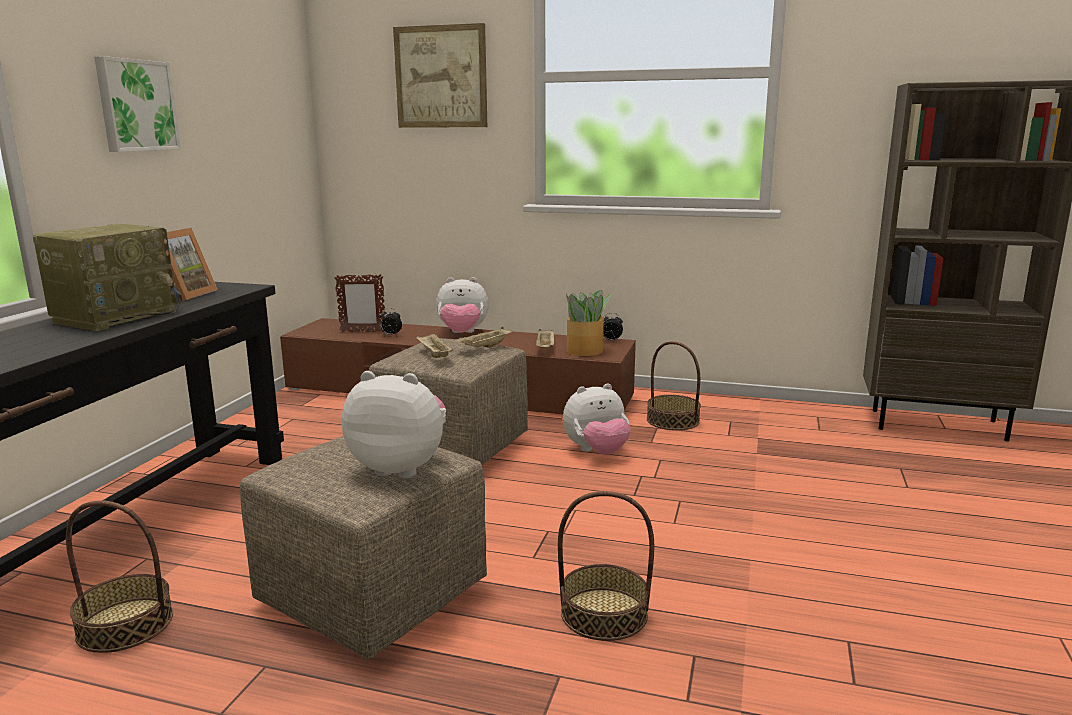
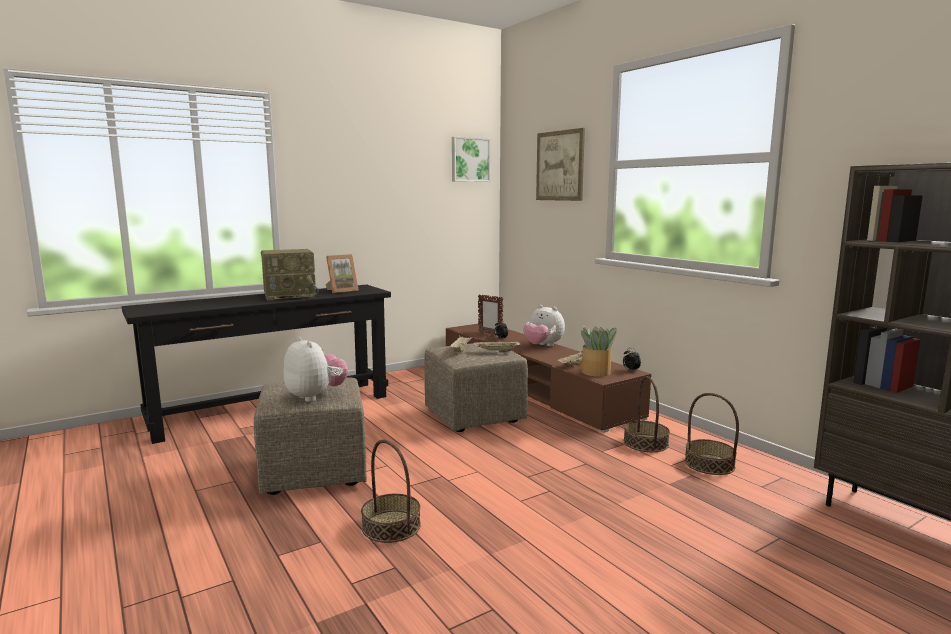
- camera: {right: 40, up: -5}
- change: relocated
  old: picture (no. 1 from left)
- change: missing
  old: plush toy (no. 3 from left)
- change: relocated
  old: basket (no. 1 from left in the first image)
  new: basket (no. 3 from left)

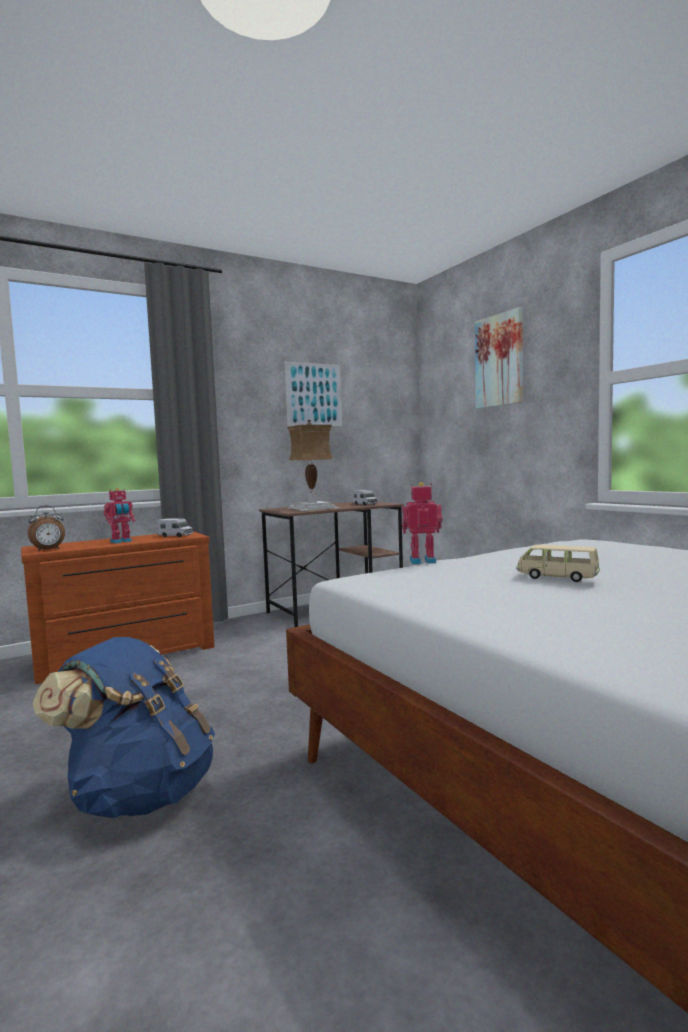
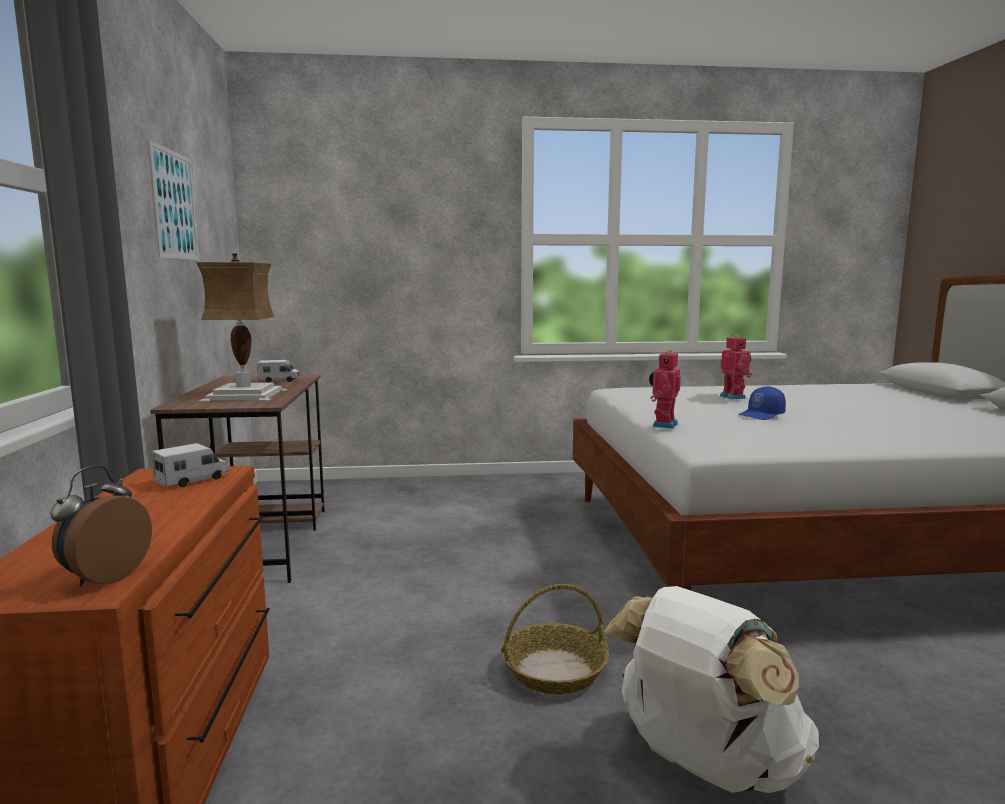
- camera: {right: -65, up: 5}
- change: missing
  old: picture (no. 2 from left)
- change: relocated
  old: toy robot (no. 1 from left in the first image)
  new: toy robot (no. 2 from left)
- change: spun
  old: alarm clock
  degrees: -150
- change: exchanged
  old: toy car (beige)
  new: cap (blue)
- change: colour
  old: backpack (blue)
  new: backpack (white)
- change: appeared
  new: basket

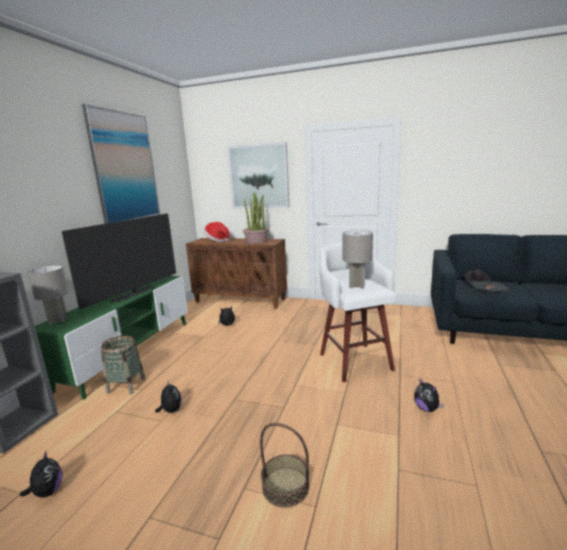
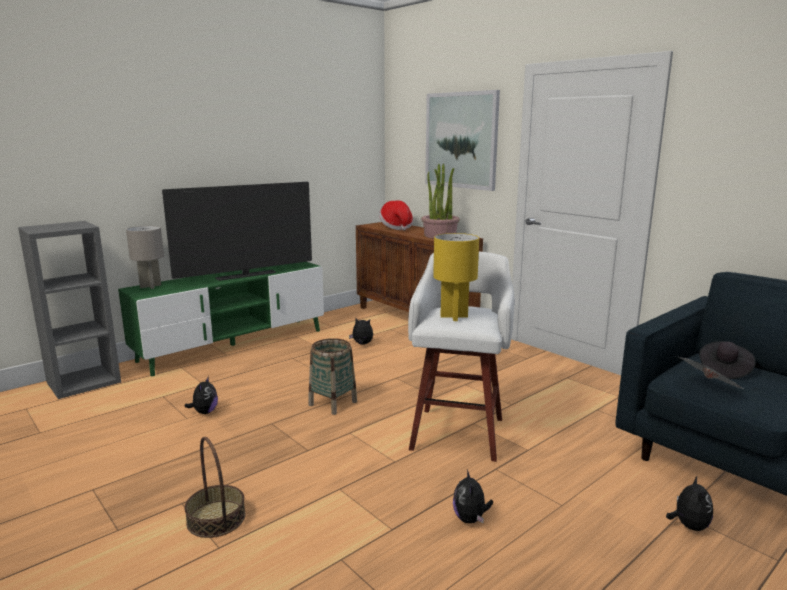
- camera: {right: 30, up: 0}
- change: missing
  old: picture (no. 1 from left)
- change: colour
  old: table lamp (grey) (no. 2 from left)
  new: table lamp (yellow)
- change: relocated
  old: basket (no. 1 from left in the first image)
  new: basket (no. 2 from left)
- change: relocated
  old: plush toy (no. 1 from left in the first image)
  new: plush toy (no. 4 from left)

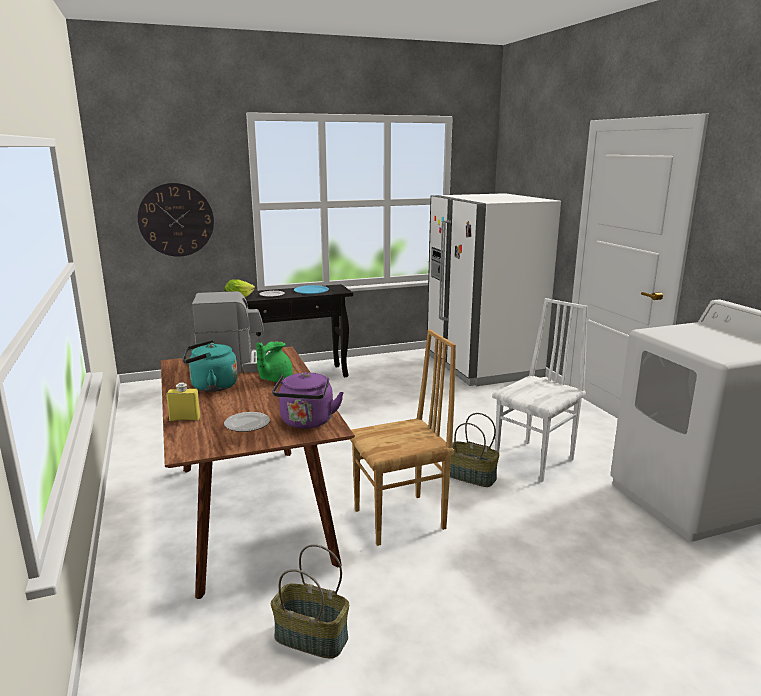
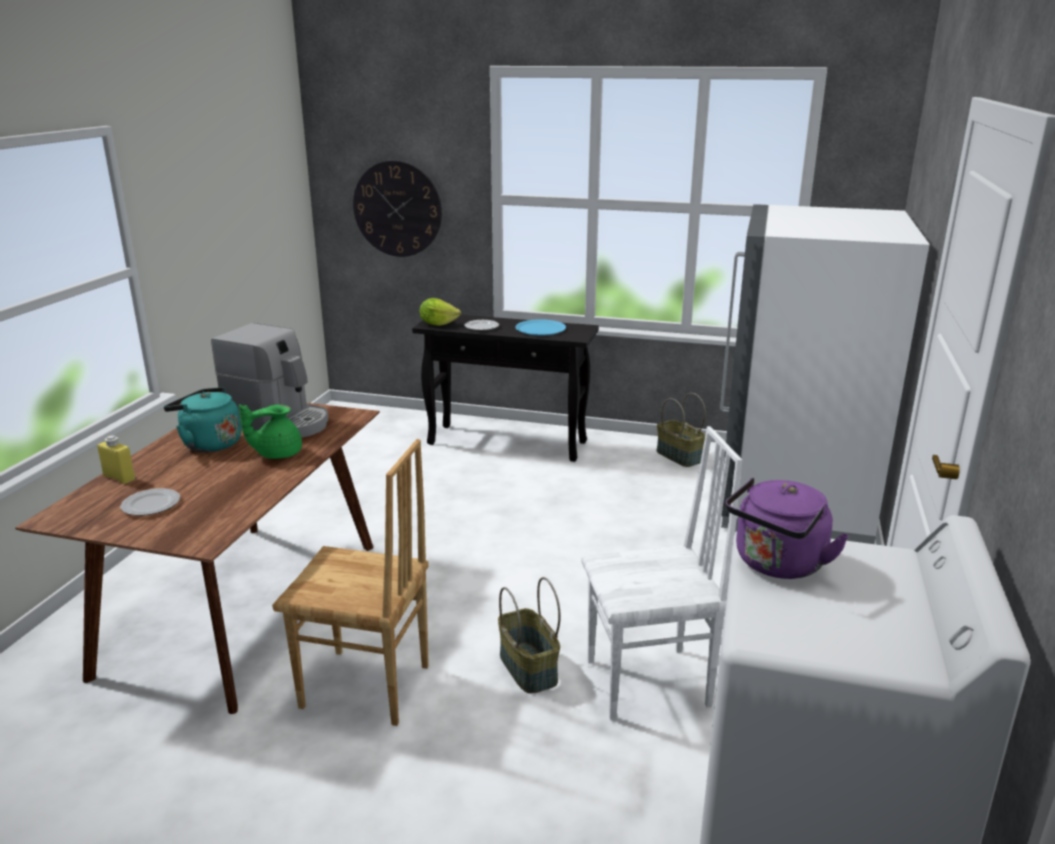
- camera: {right: 35, up: 5}
- change: relocated
  old: kettle (purple)
- change: relocated
  old: basket (no. 1 from left in the first image)
  new: basket (no. 2 from left)

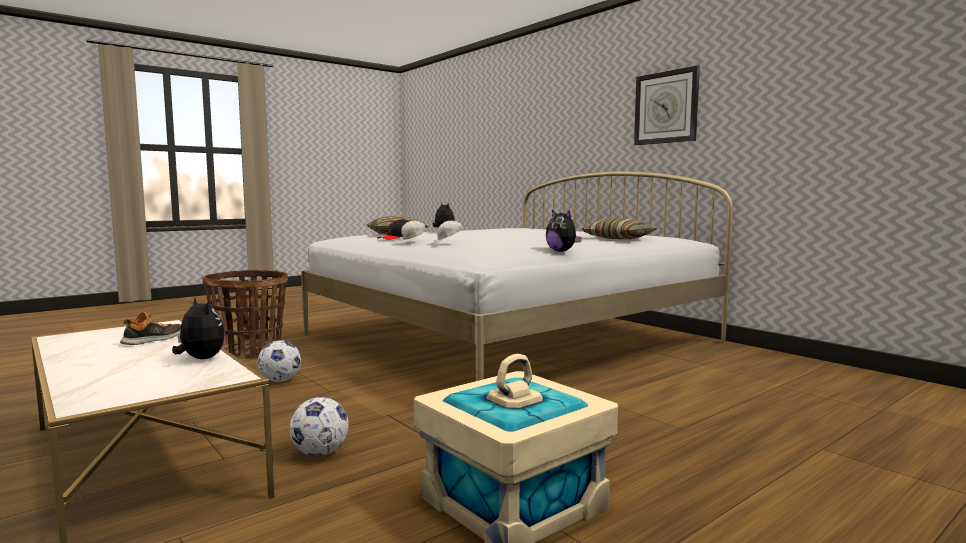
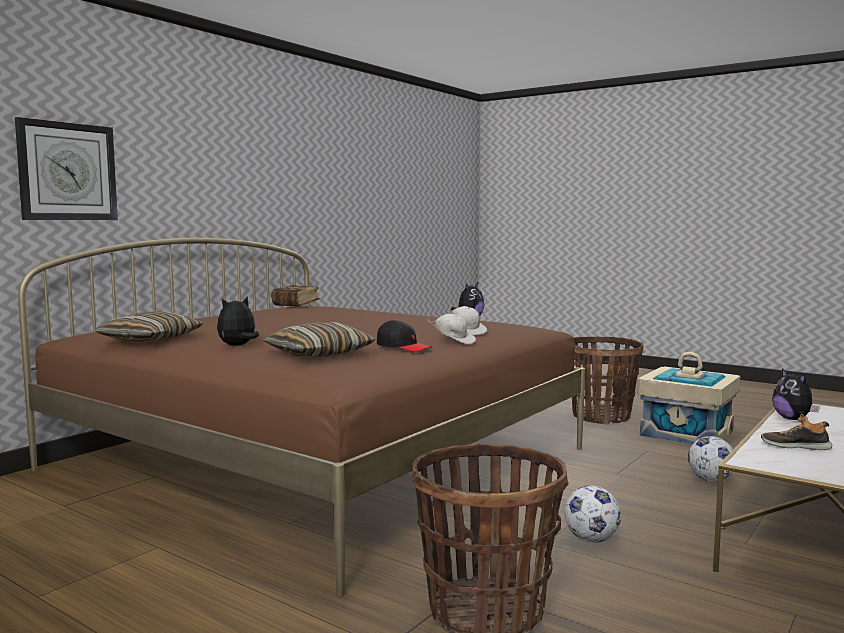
- camera: {right: -105, up: 0}
- change: relocated
  old: wall clock
- change: colour
  old: bed (white)
  new: bed (brown)
- change: relocated
  old: pillow (no. 2 from left in the first image)
  new: pillow (no. 1 from left)
- change: spun
  old: plush toy (no. 1 from left in the first image)
  degrees: -45
- change: appeared
  new: book
- change: appeared
  new: basket (no. 2 from left)

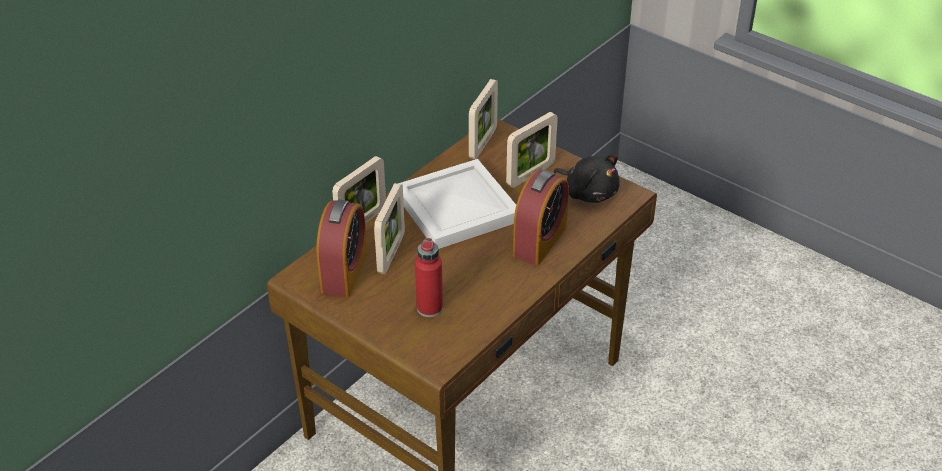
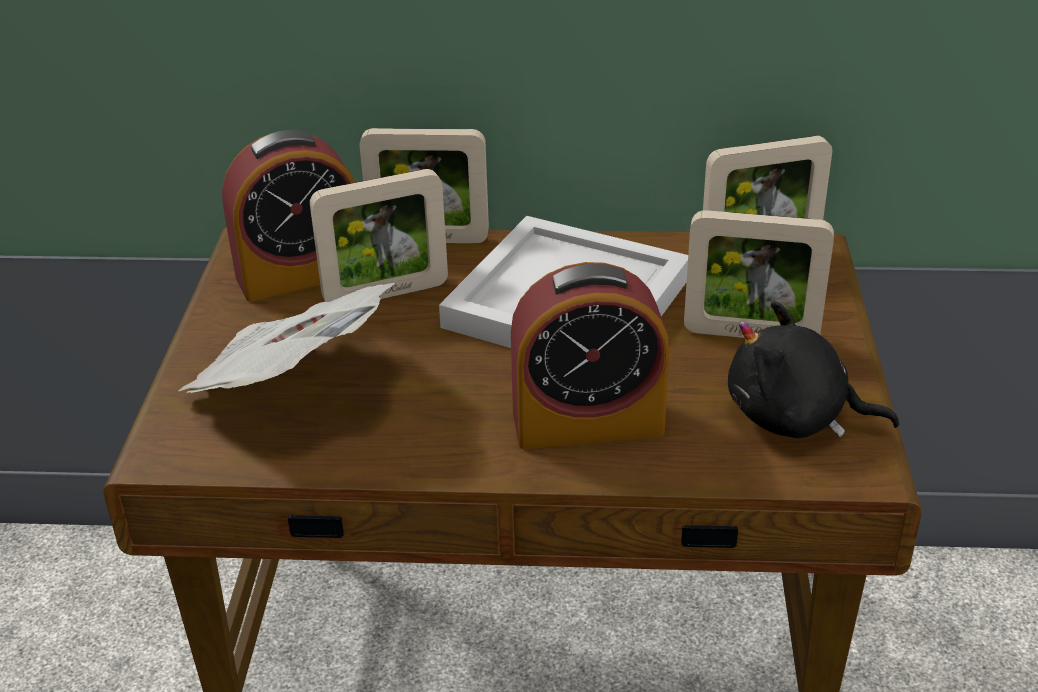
- camera: {right: 55, up: -5}
- change: spun
  old: plush toy (black)
  degrees: 105
- change: exchanged
  old: bottle (red)
  new: newspaper

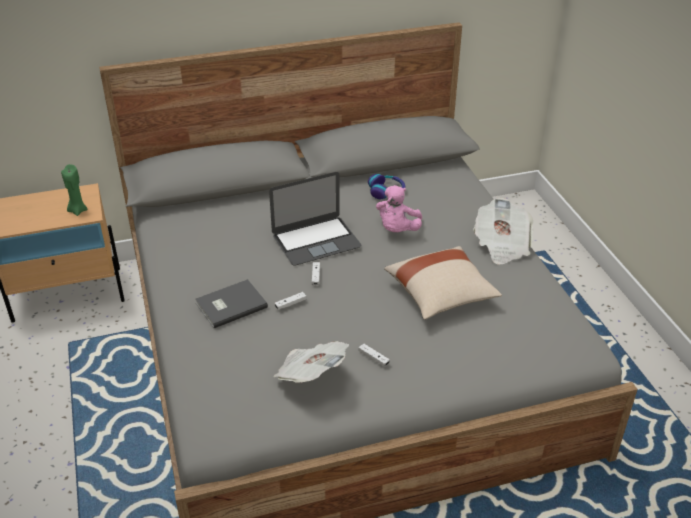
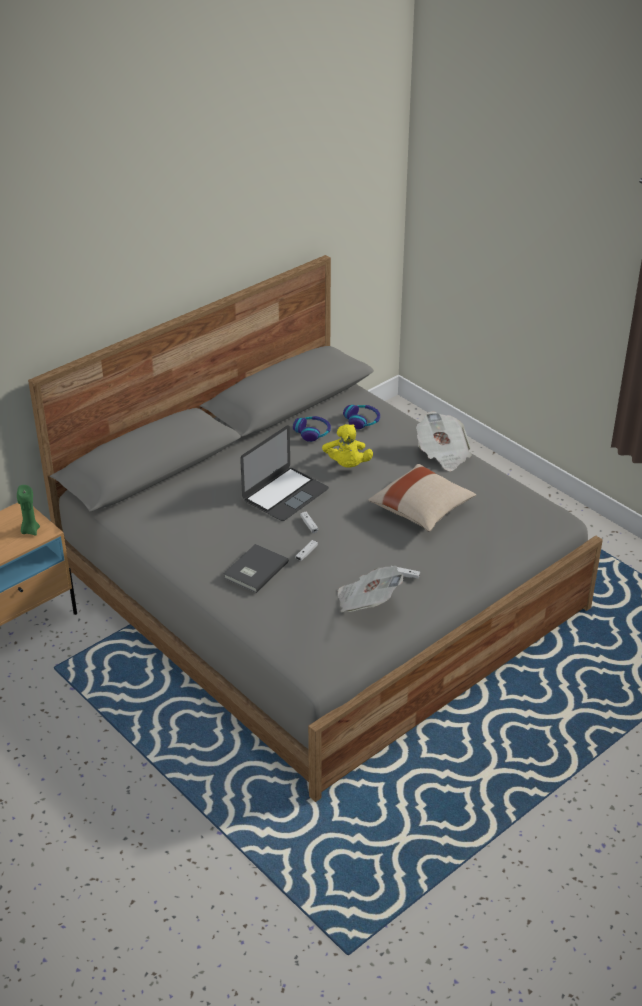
- camera: {right: -25, up: 0}
- change: colour
  old: plush toy (pink)
  new: plush toy (yellow)
- change: appeared
  new: headphones (no. 2 from left)

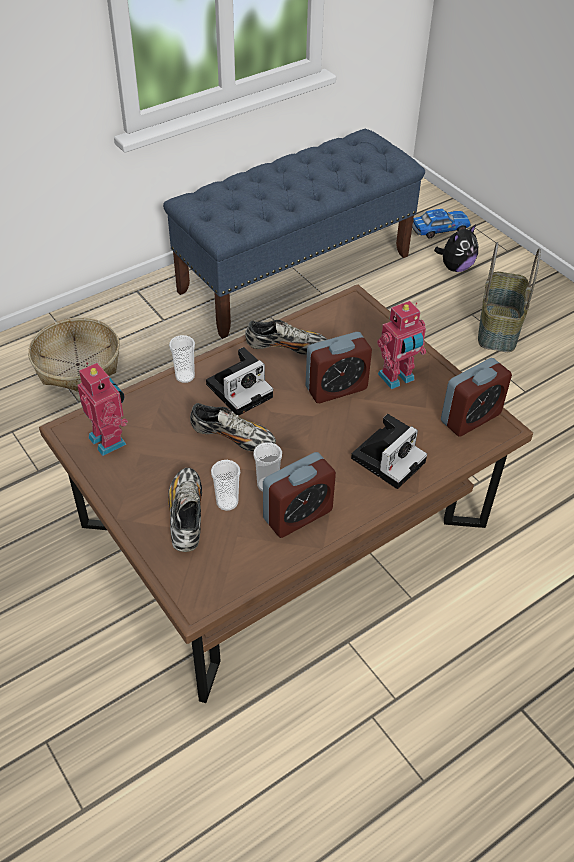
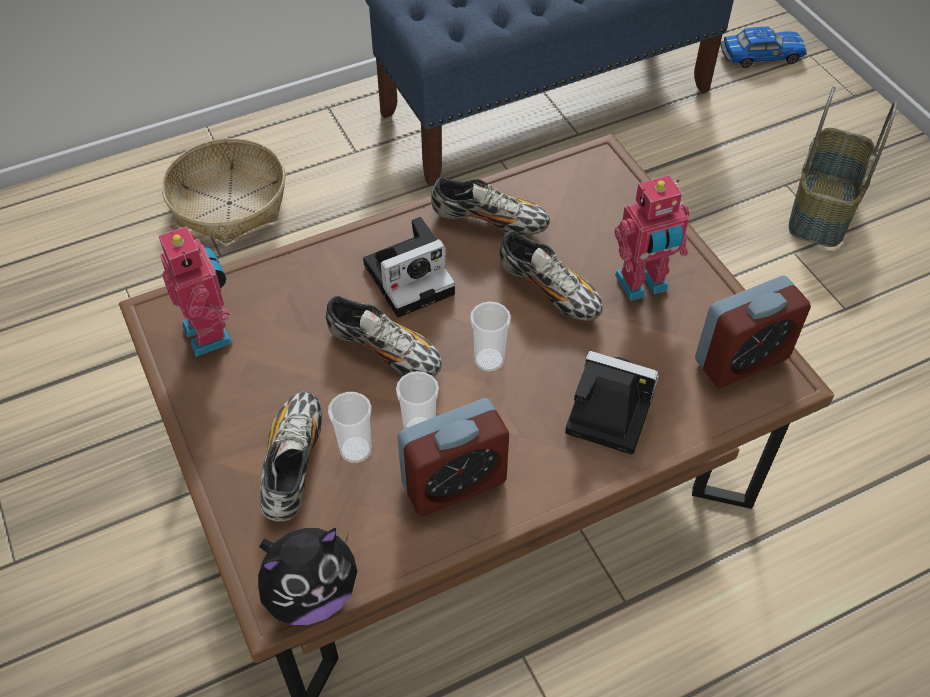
- camera: {right: 10, up: 5}
- change: relocated
  old: plush toy
- change: exchanged
  old: alarm clock (no. 2 from left)
  new: shoe (no. 4 from left)
- change: relocated
  old: cup (no. 1 from left in the first image)
  new: cup (no. 3 from left)
- change: spun
  old: photo camera (no. 2 from left)
  degrees: -120

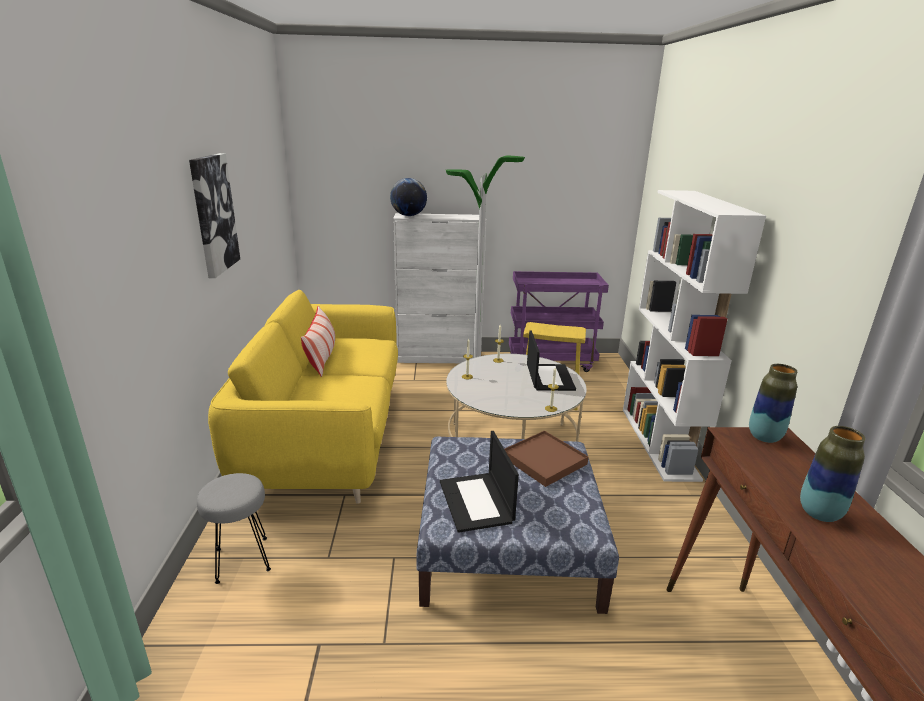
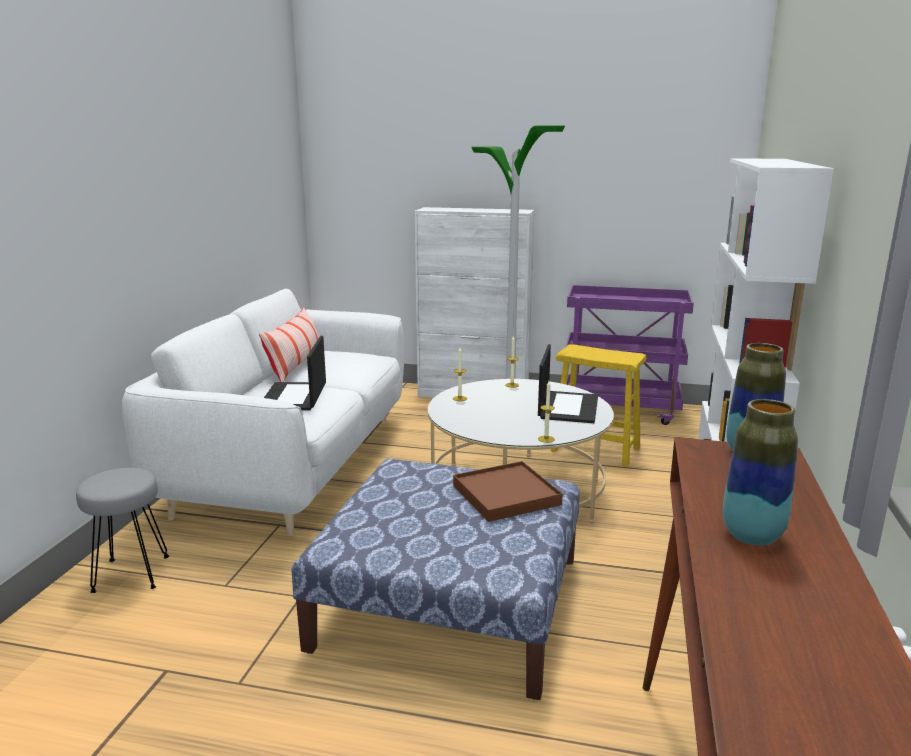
- camera: {right: 15, up: -5}
- change: missing
  old: picture
- change: missing
  old: globe
- change: colour
  old: sofa (yellow)
  new: sofa (white)
- change: relocated
  old: laptop (no. 1 from left)

